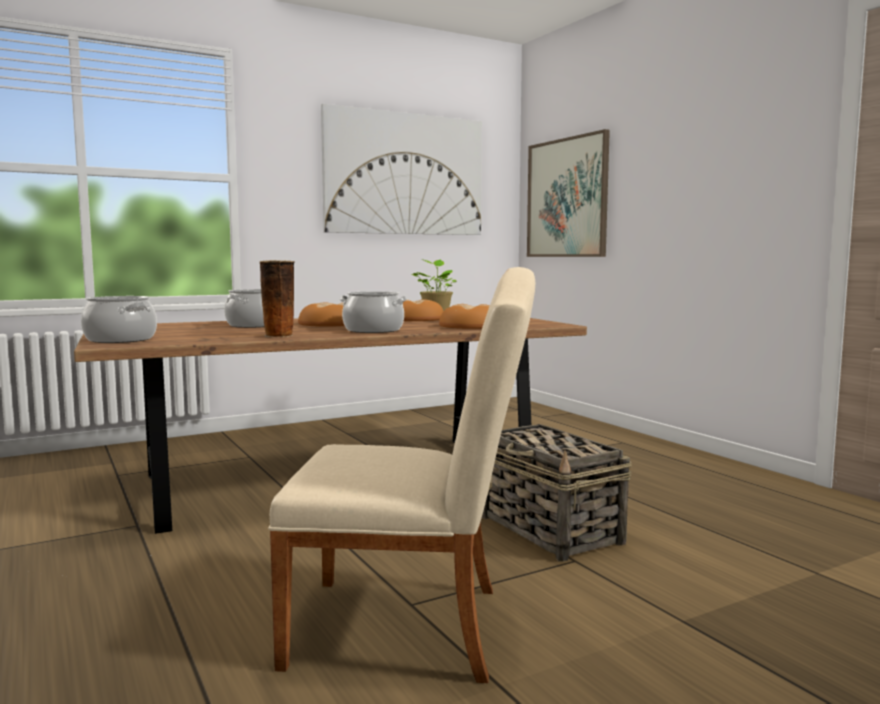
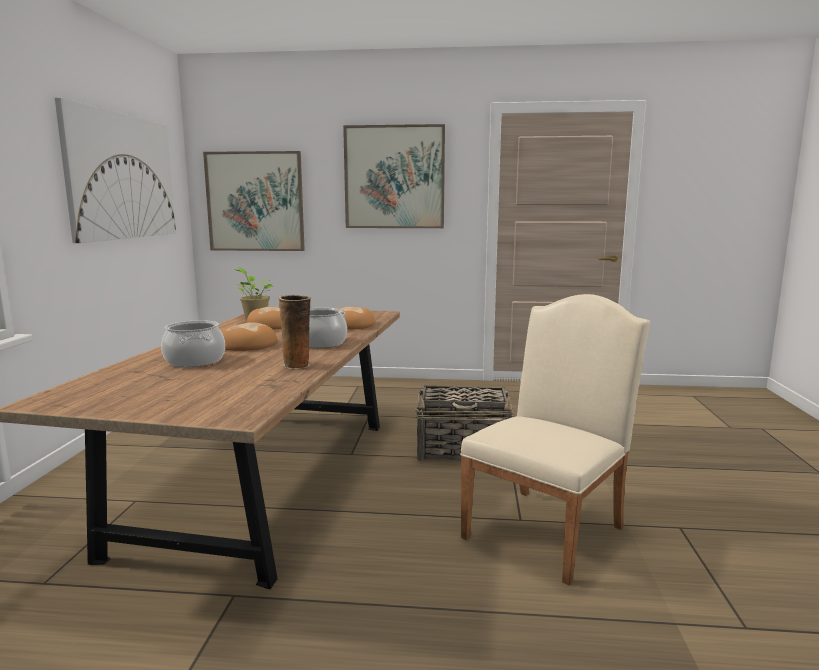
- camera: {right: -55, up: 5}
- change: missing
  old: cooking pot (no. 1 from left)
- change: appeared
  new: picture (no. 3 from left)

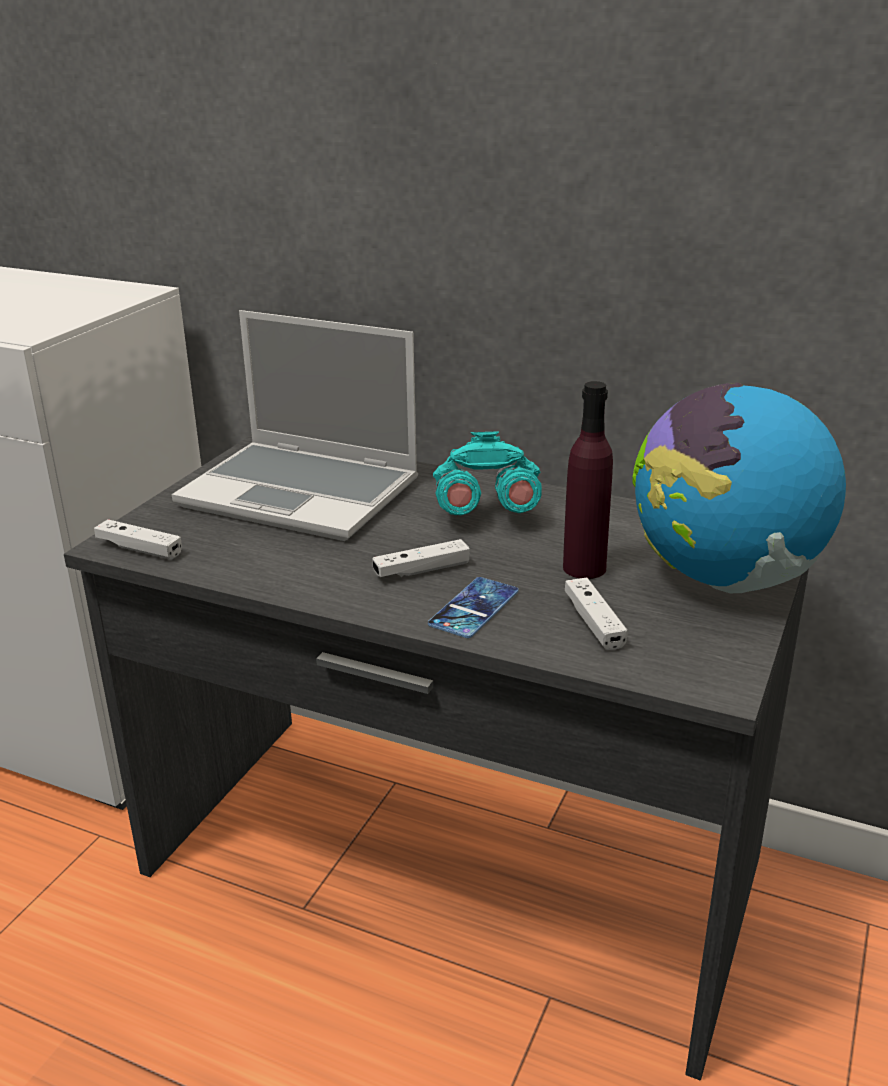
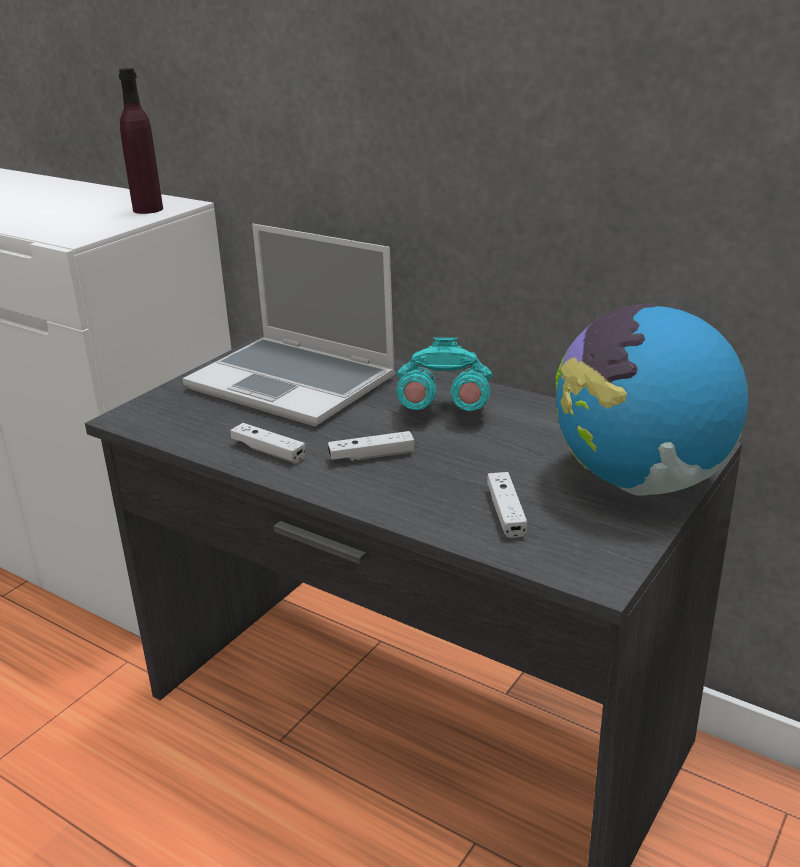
- camera: {right: 10, up: 0}
- change: relocated
  old: bottle (purple)
- change: relocated
  old: game controller (white) (no. 1 from left)
- change: missing
  old: phone

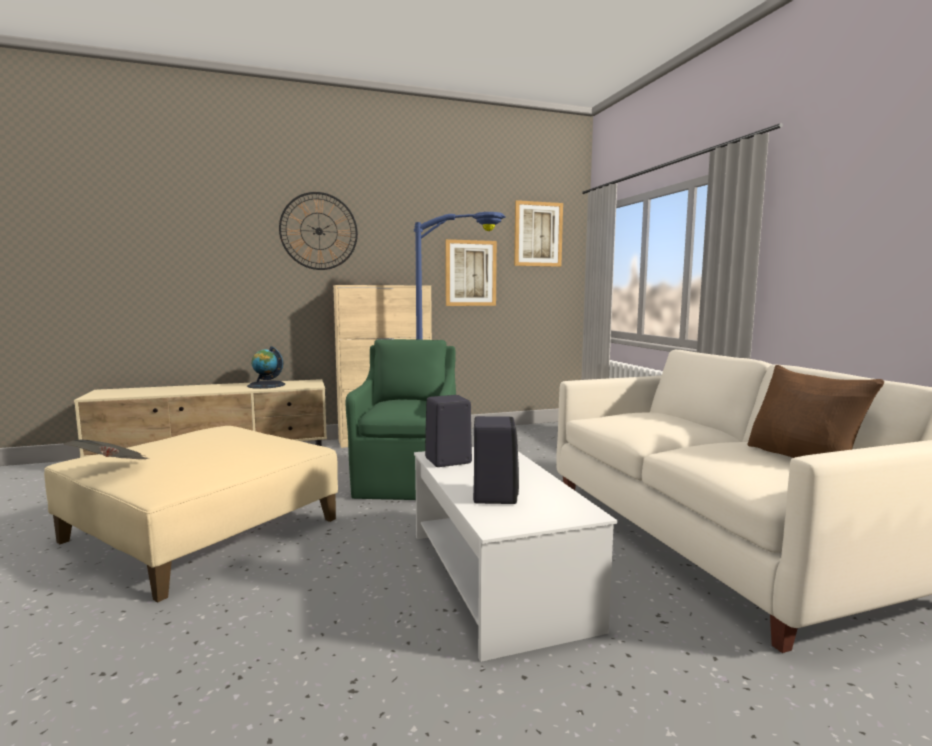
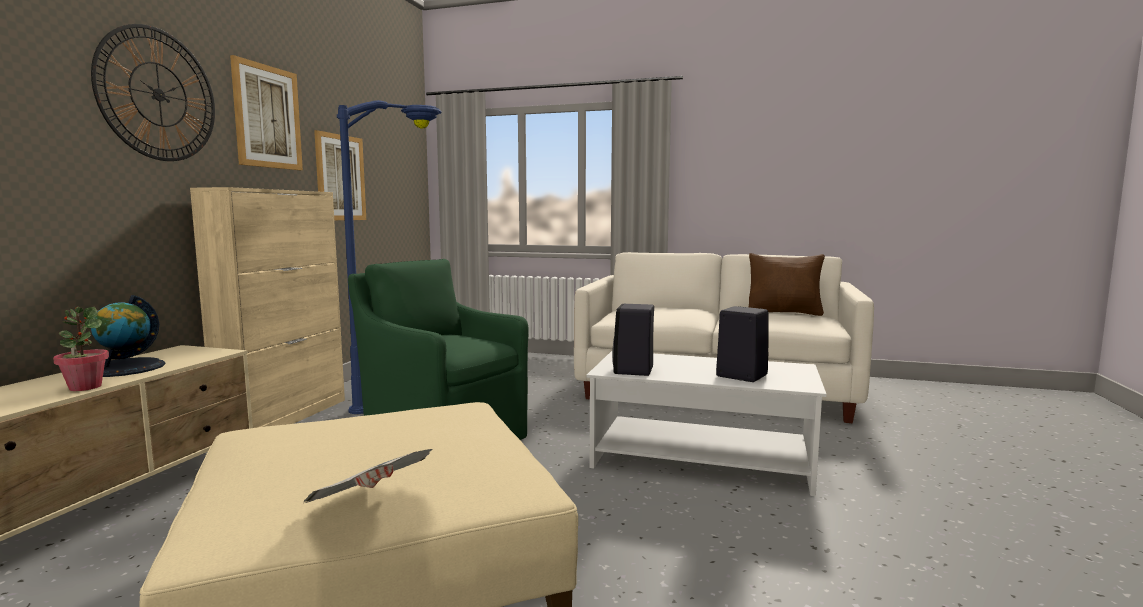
- camera: {right: -55, up: 0}
- change: relocated
  old: picture (no. 2 from left in the first image)
  new: picture (no. 1 from left)
- change: appeared
  new: potted plant

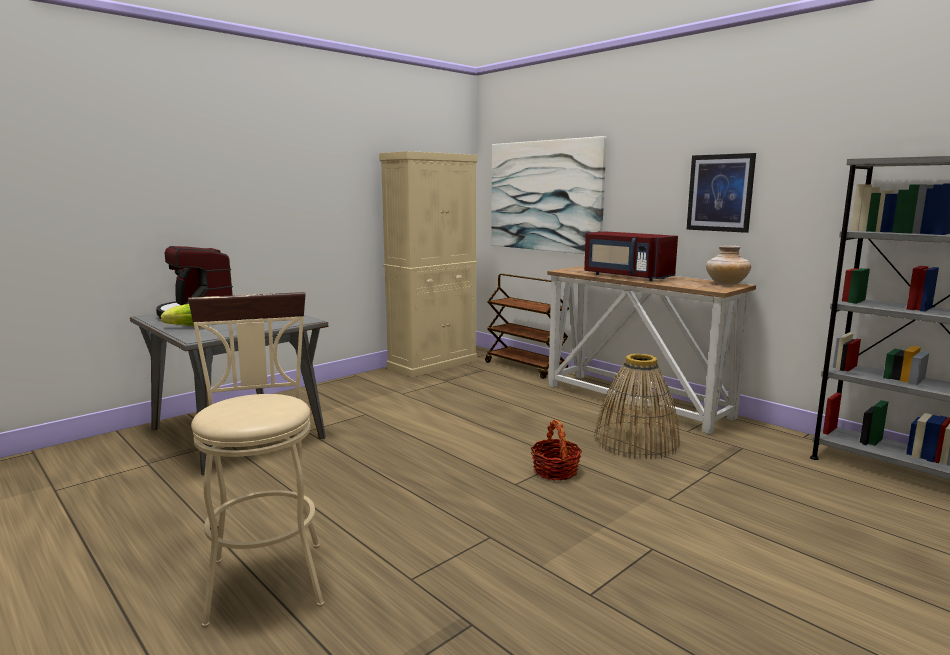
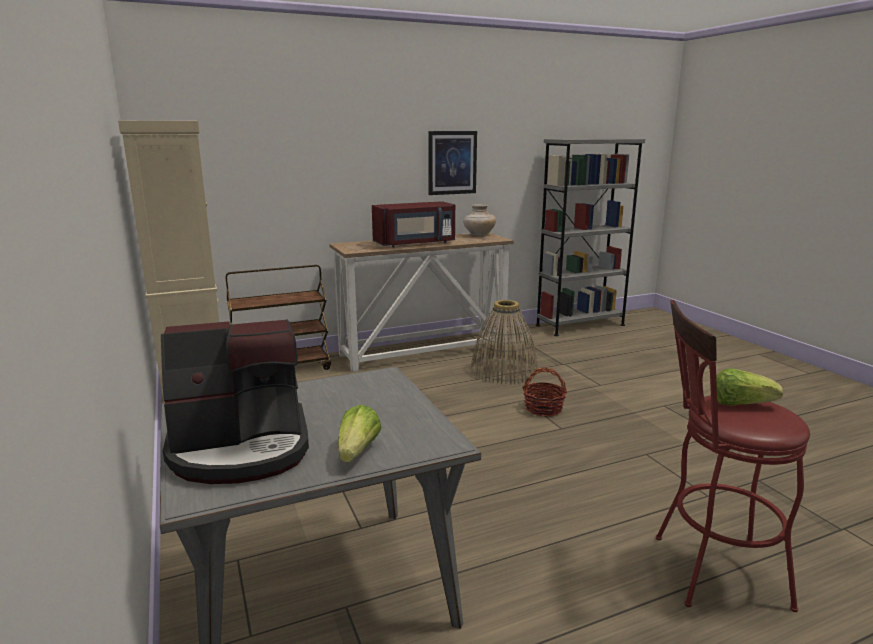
- camera: {right: -70, up: 5}
- change: missing
  old: picture (no. 1 from left)
- change: colour
  old: stool (beige)
  new: stool (red)
- change: appeared
  new: lettuce (no. 2 from left)

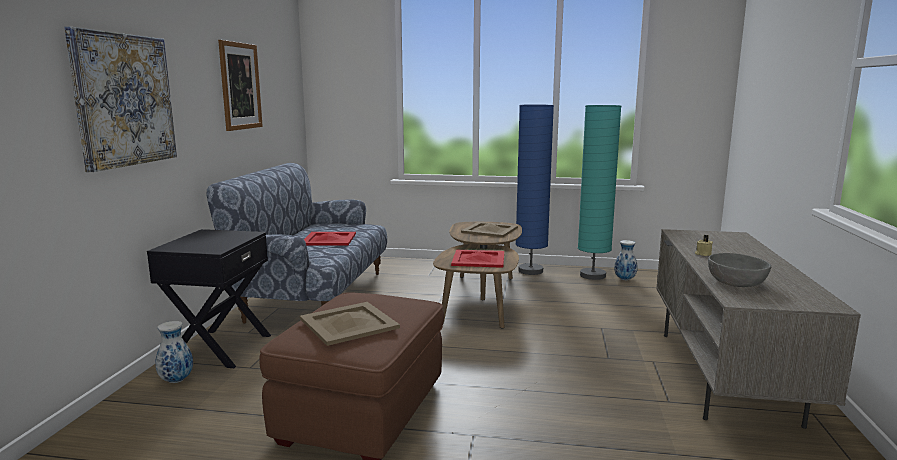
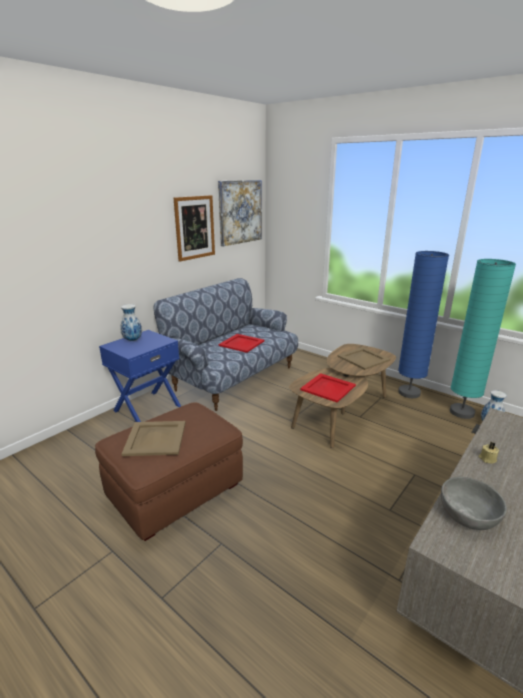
- camera: {right: 30, up: 10}
- change: relocated
  old: picture (no. 1 from left in the first image)
  new: picture (no. 2 from left)
- change: colour
  old: side table (black)
  new: side table (blue)
- change: relocated
  old: vase (no. 1 from left)

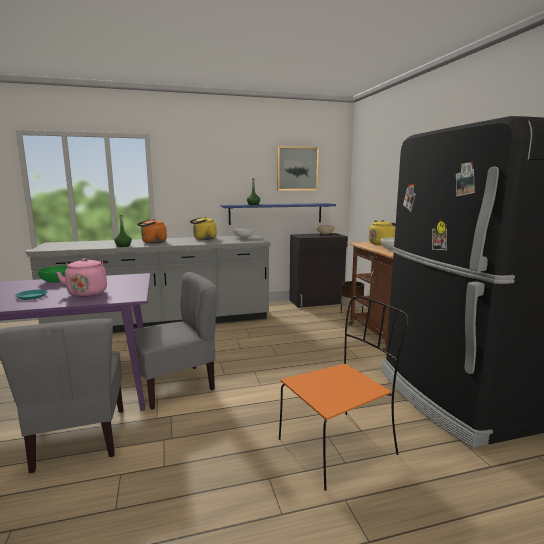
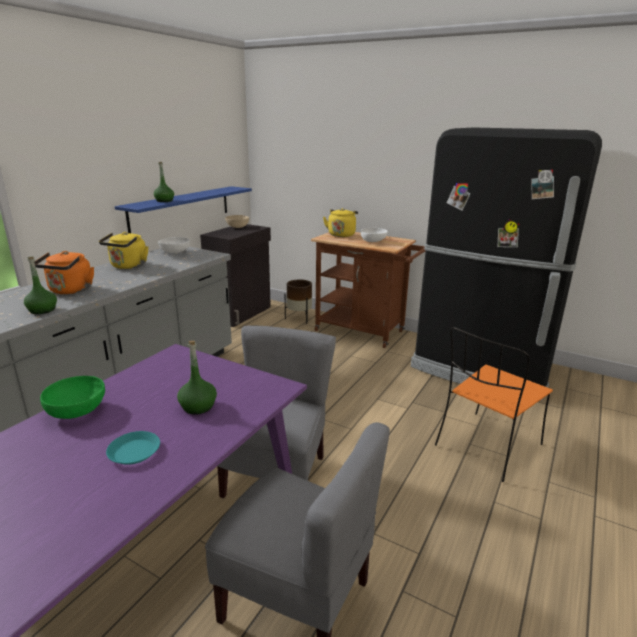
- camera: {right: -45, up: 10}
- change: missing
  old: picture
- change: exchanged
  old: kettle (pink)
  new: bottle (green) (no. 3 from left)
- change: spun
  old: chair (orange)
  degrees: -150

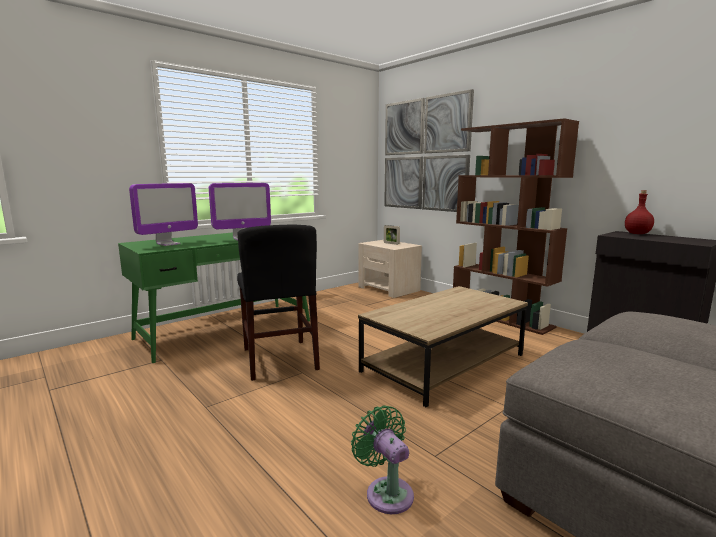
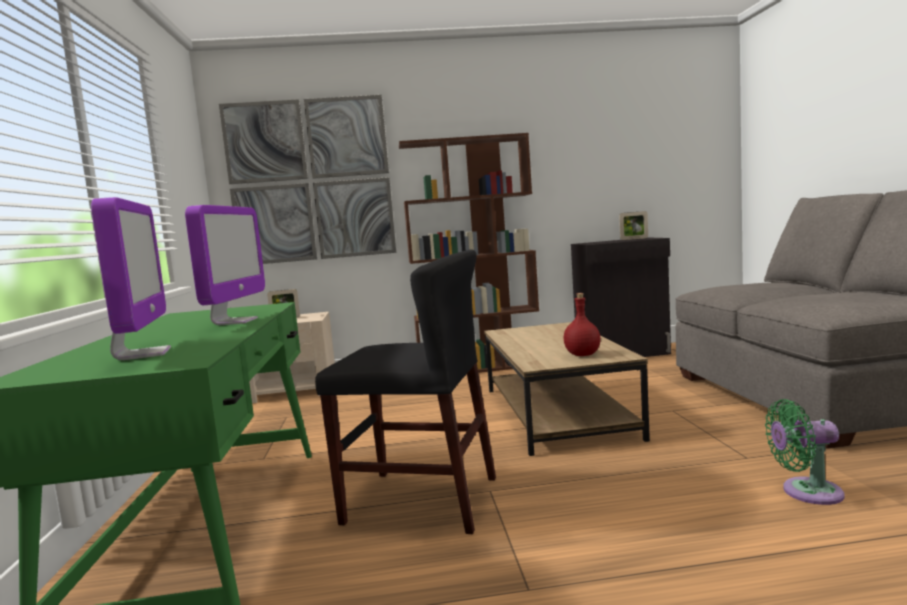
- camera: {right: -55, up: -5}
- change: relocated
  old: bottle (red)
- change: appeared
  new: picture frame (no. 2 from left)

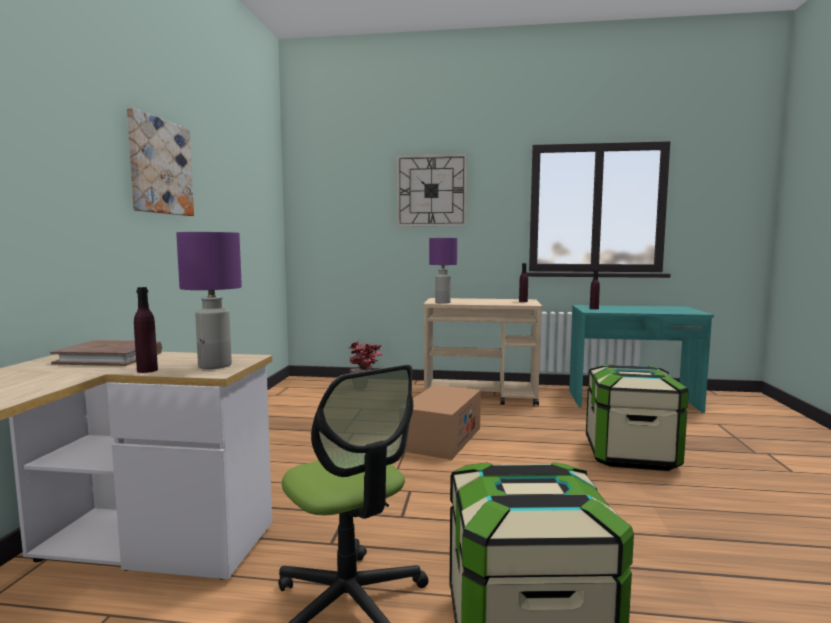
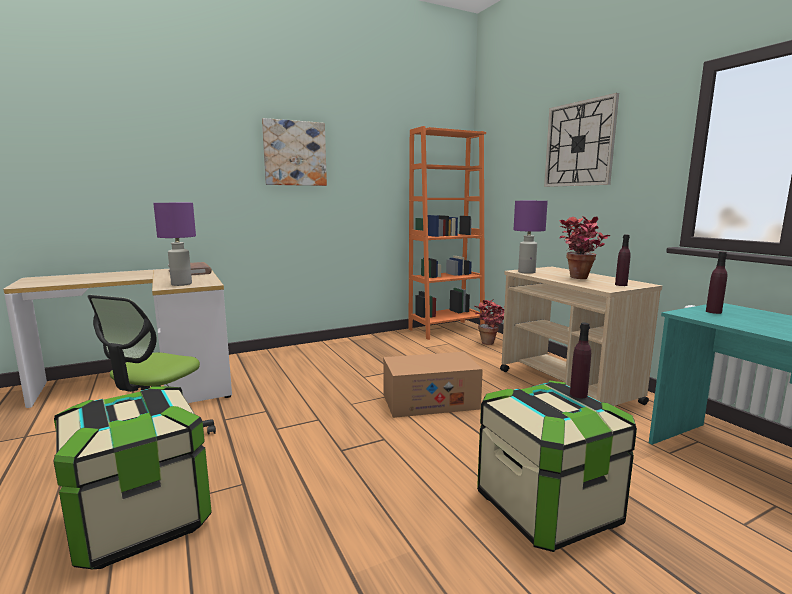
- camera: {right: 55, up: 5}
- change: relocated
  old: bottle (purple) (no. 1 from left)
- change: appeared
  new: bookcase (orange)
- change: appeared
  new: potted plant (no. 2 from left)

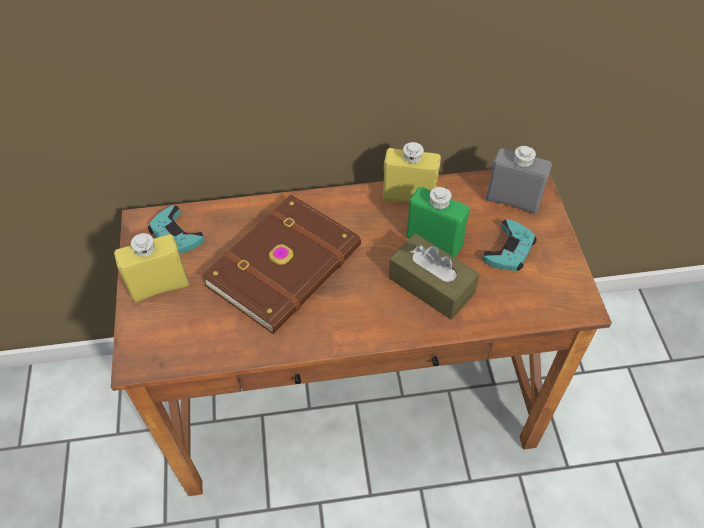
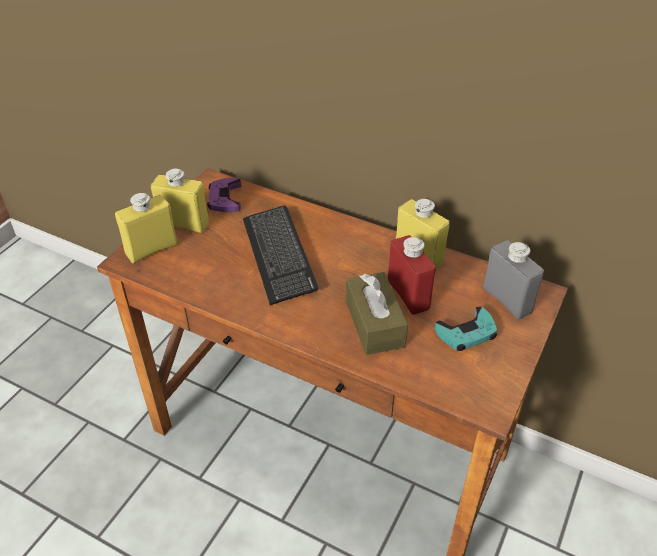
- camera: {right: 35, up: -10}
- change: colour
  old: bottle (green)
  new: bottle (red)
- change: exchanged
  old: book (brown)
  new: keyboard
- change: colour
  old: game controller (turquoise) (no. 1 from left)
  new: game controller (purple)
- change: appeared
  new: bottle (yellow) (no. 1 from left)

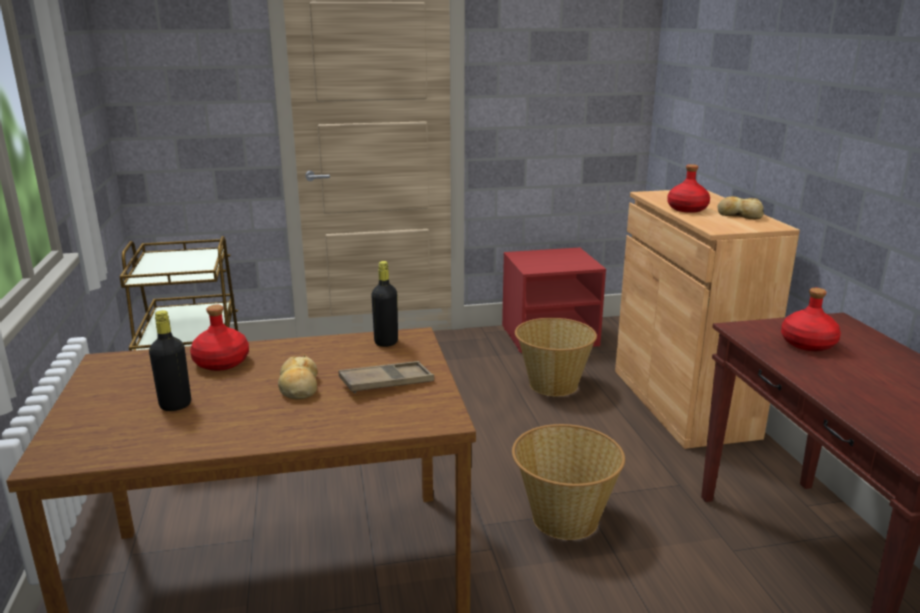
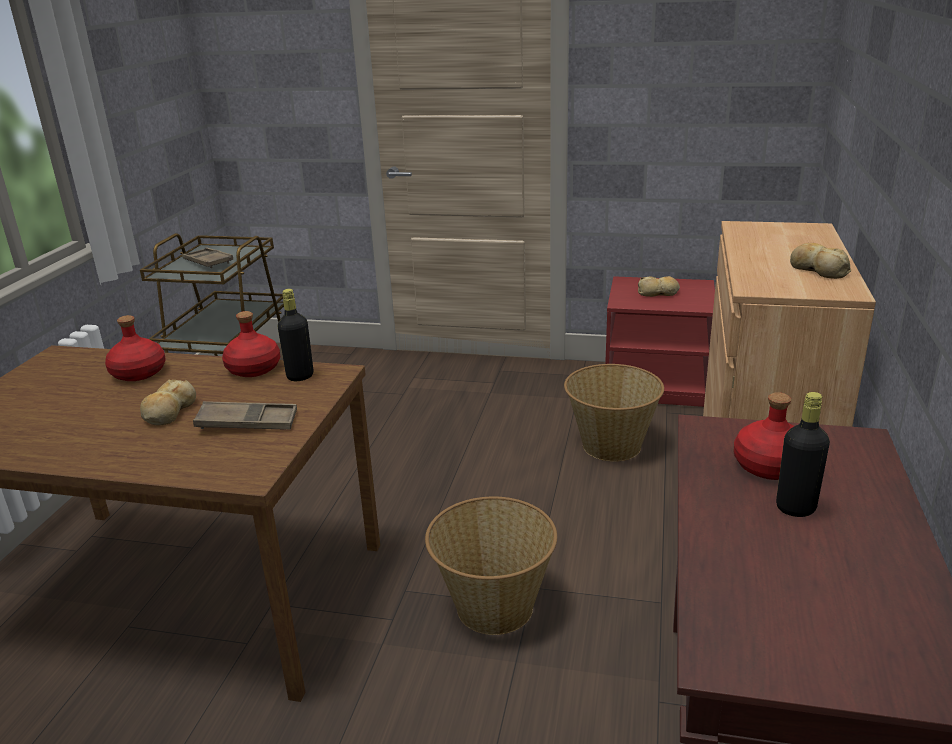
- camera: {right: 25, up: 5}
- change: relocated
  old: bottle (red) (no. 2 from left)
- change: relocated
  old: bottle (black) (no. 1 from left in the first image)
  new: bottle (black) (no. 2 from left)
- change: appeared
  new: tray (brown) (no. 1 from left)
- change: appeared
  new: bread (no. 2 from left)

